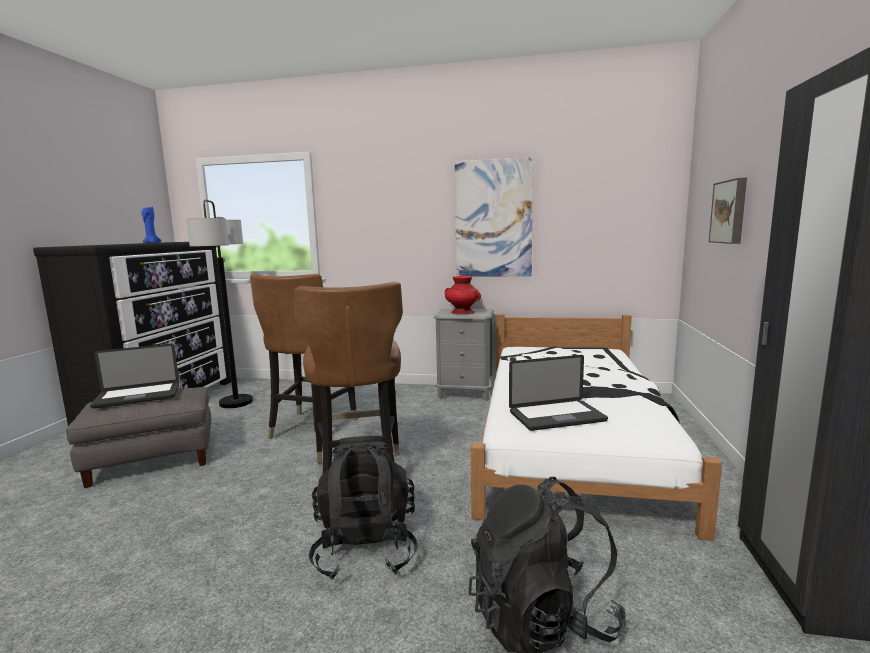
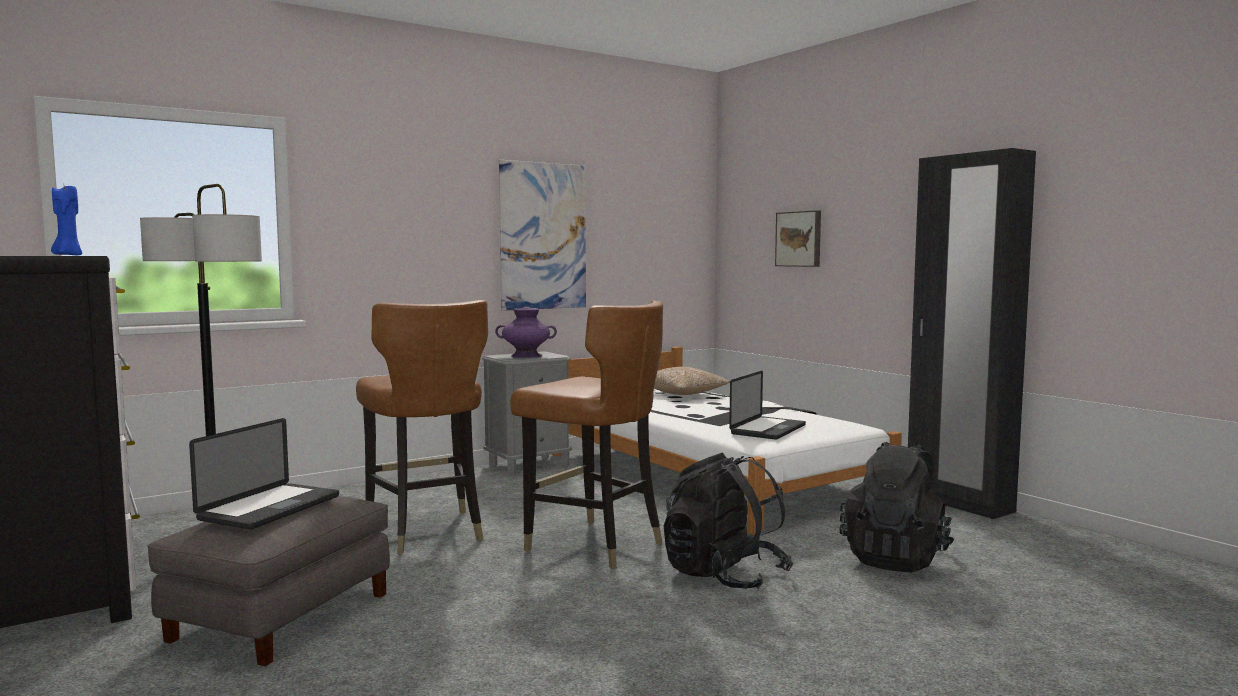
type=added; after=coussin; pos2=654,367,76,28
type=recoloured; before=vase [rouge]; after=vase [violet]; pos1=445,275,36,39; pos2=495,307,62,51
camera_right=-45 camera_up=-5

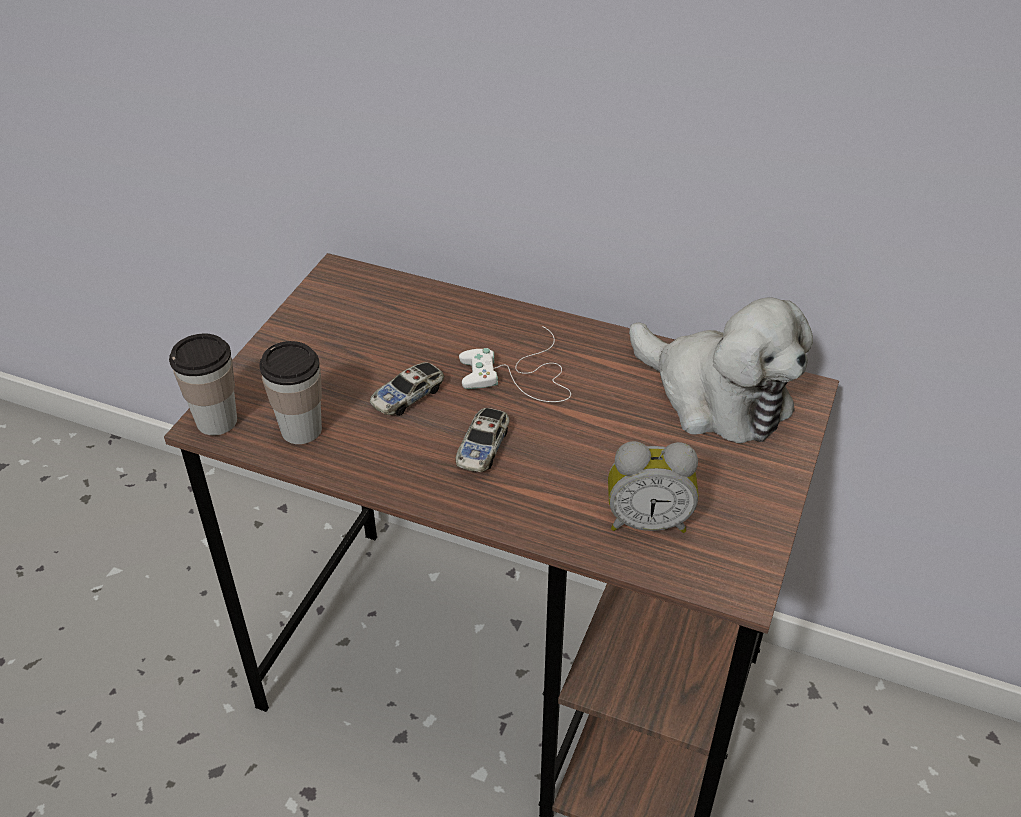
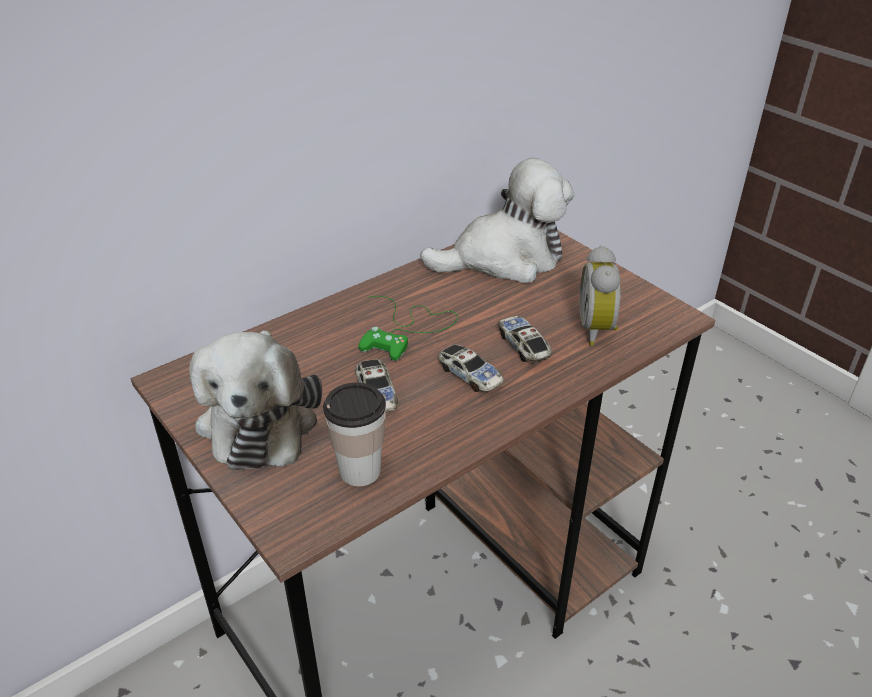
type=removed; before=tasse; pos1=169,334,68,101
type=added; after=peluche; pos2=189,330,133,140
type=added; after=petite voiture; pos2=498,316,54,47
type=recoloured; before=manette [blanc]; after=manette [vert]; pos1=459,326,112,76; pos2=358,296,100,65
type=turned; before=réveil; pos1=608,441,90,92; pos2=580,245,41,101; turn=150
camera_right=-60 camera_up=-5

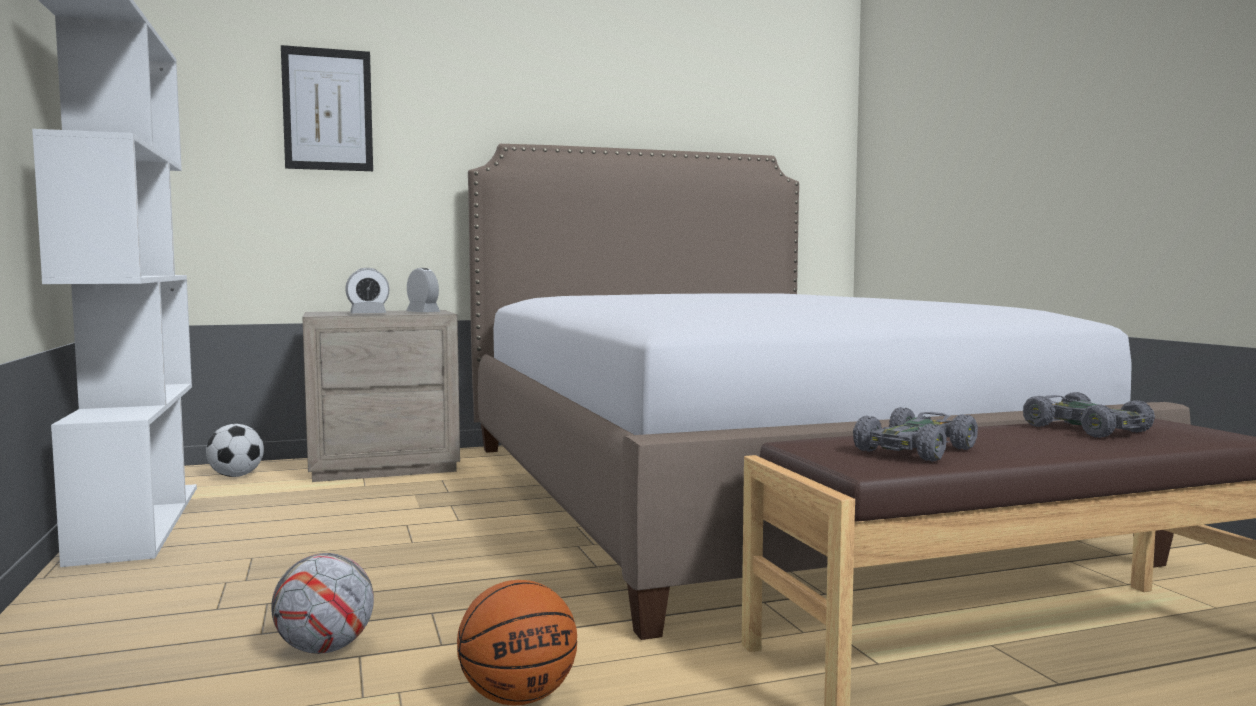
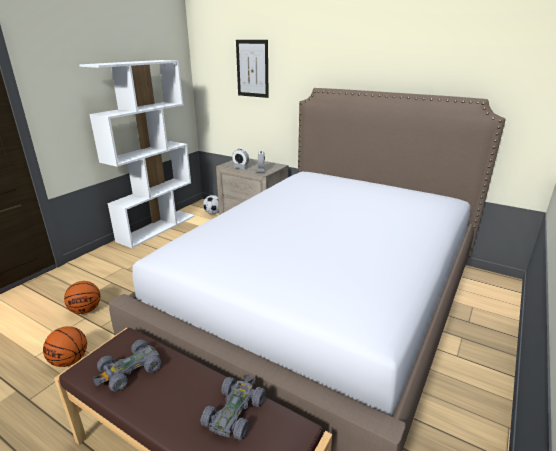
type=replaced; before=ballon de foot; after=ballon de basket; pos1=271,553,103,101; pos2=64,281,36,33
type=turned; before=petite voiture [gris]; pos1=853,407,125,55; pos2=93,340,68,52; turn=135
camera_right=50 camera_up=20

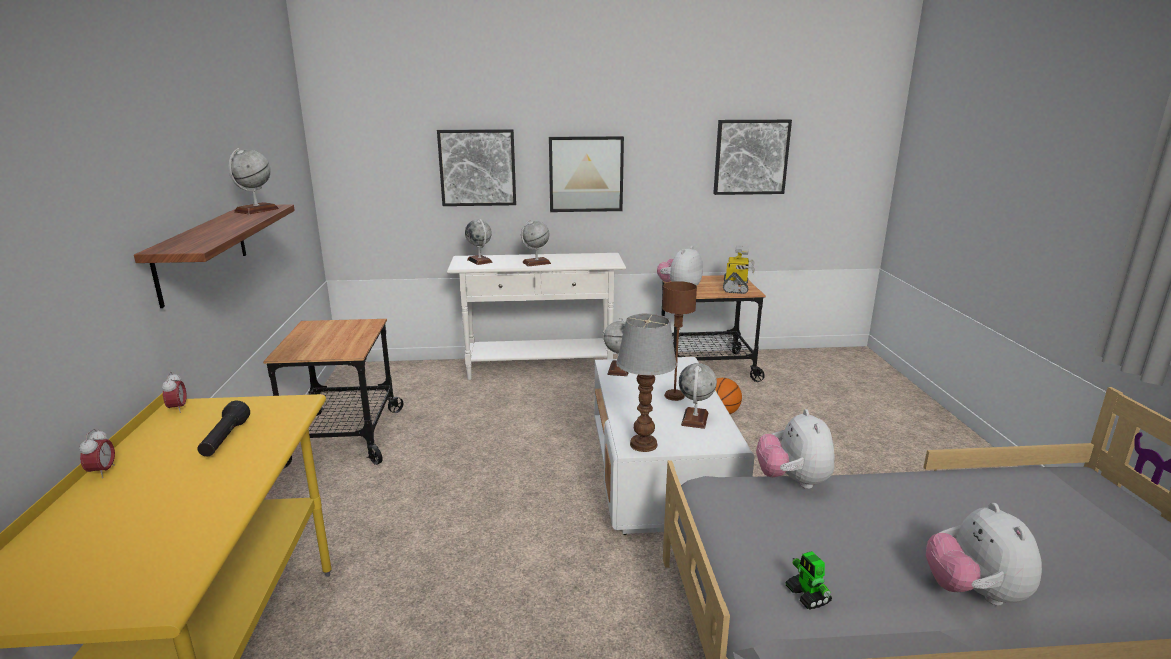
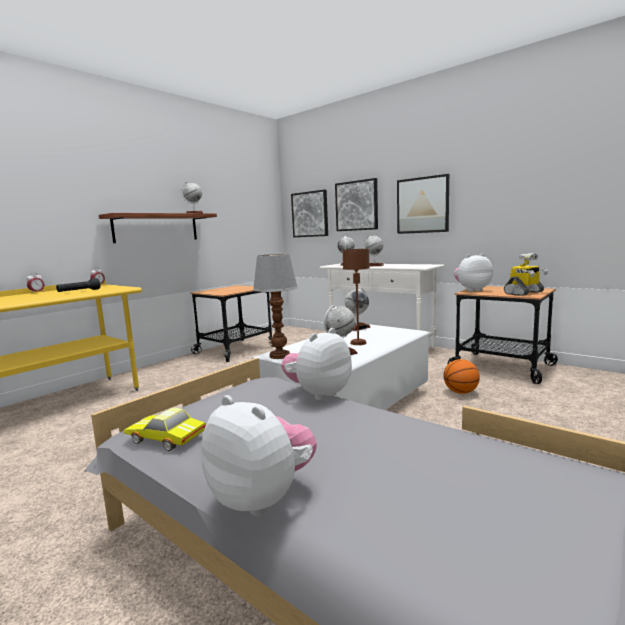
type=moved; before=tableau; pos1=713,120,79,75; pos2=291,190,37,47
type=replaced; before=robot jouet; after=petite voiture; pos1=785,551,47,58; pos2=123,407,83,44
type=turned; before=peluche; pos1=926,503,116,102; pos2=201,395,116,122; turn=90
camera_right=45 camera_up=-10

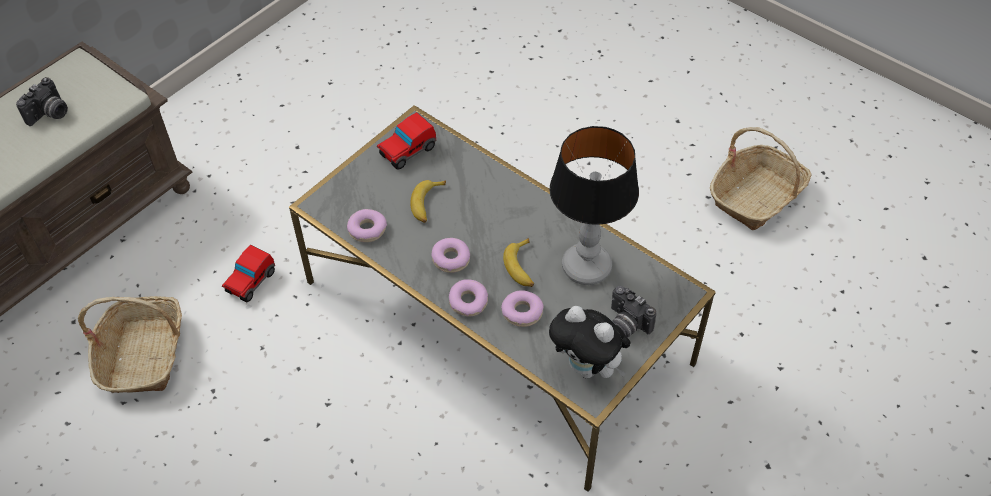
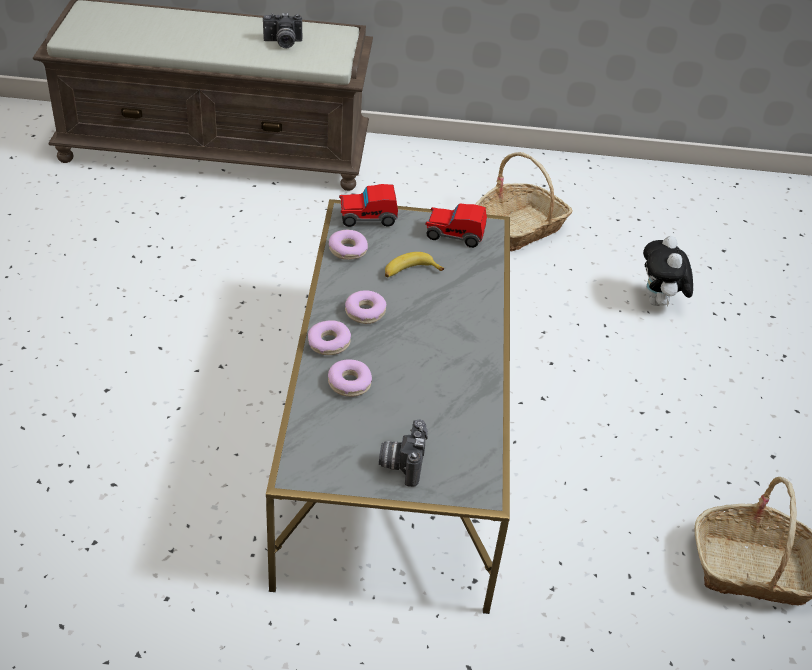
type=removed; before=banane; pos1=503,238,31,49
type=removed; before=lampe de table; pos1=550,126,89,159
type=moved; before=panier; pos1=78,296,104,97; pos2=475,152,98,100
type=moved; before=petite voiture; pos1=222,245,53,57; pos2=339,184,59,43
type=moved; before=peluche; pos1=549,306,82,72; pos2=643,236,50,71
camera_right=50 camera_up=-10

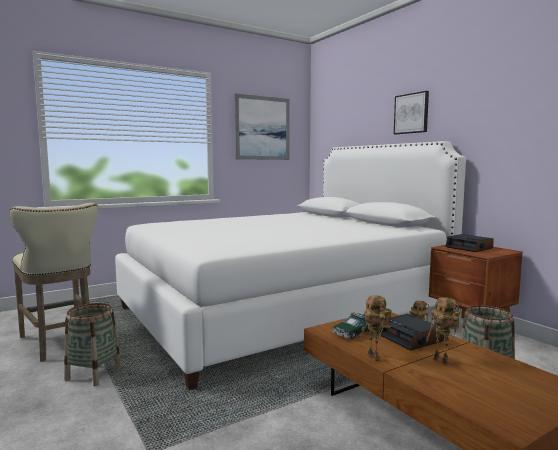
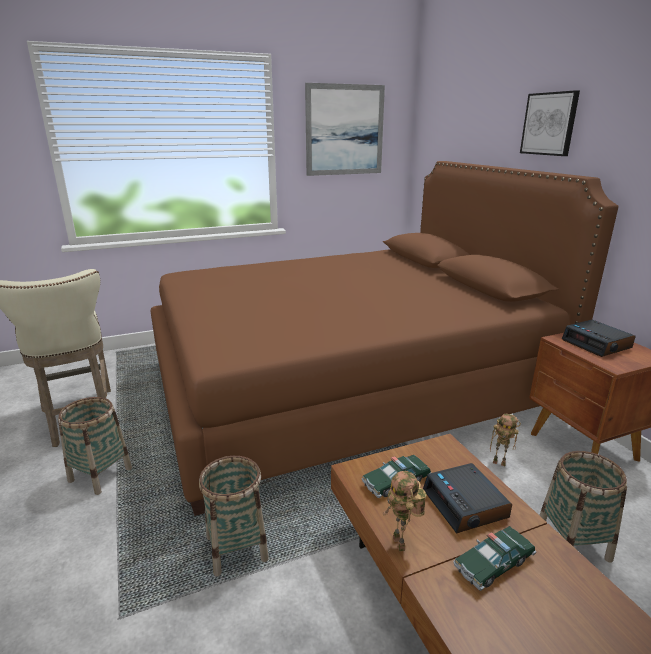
type=added; after=panier; pos2=199,456,70,120
type=replaced; before=robot jouet; after=petite voiture; pos1=426,297,34,67; pos2=453,526,83,65
type=recoloured; before=lit [blanc]; after=lit [marron]; pos1=115,141,351,249; pos2=150,161,468,355
camera_right=10 camera_up=15

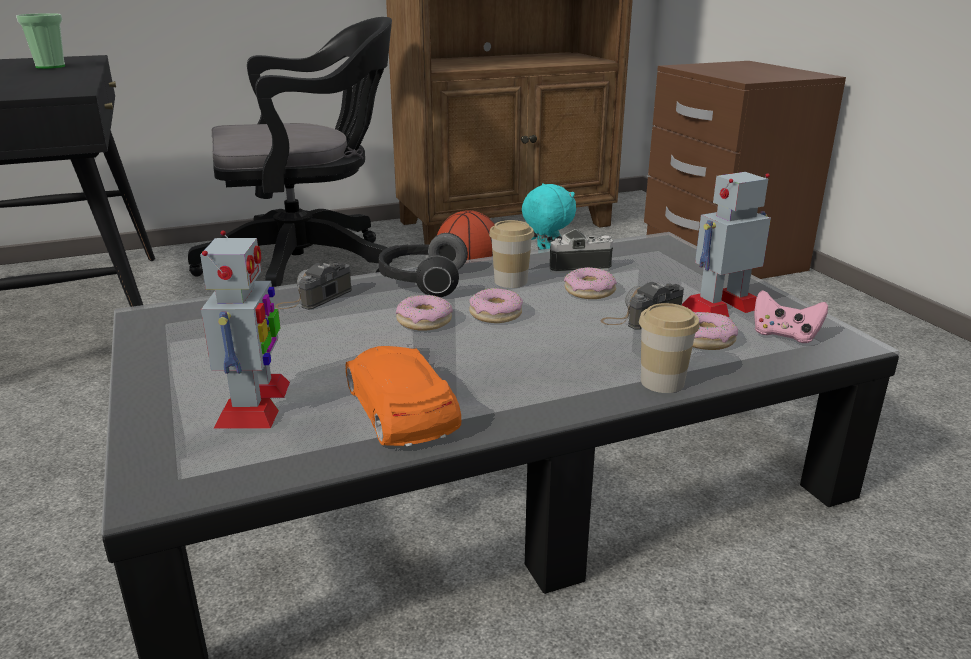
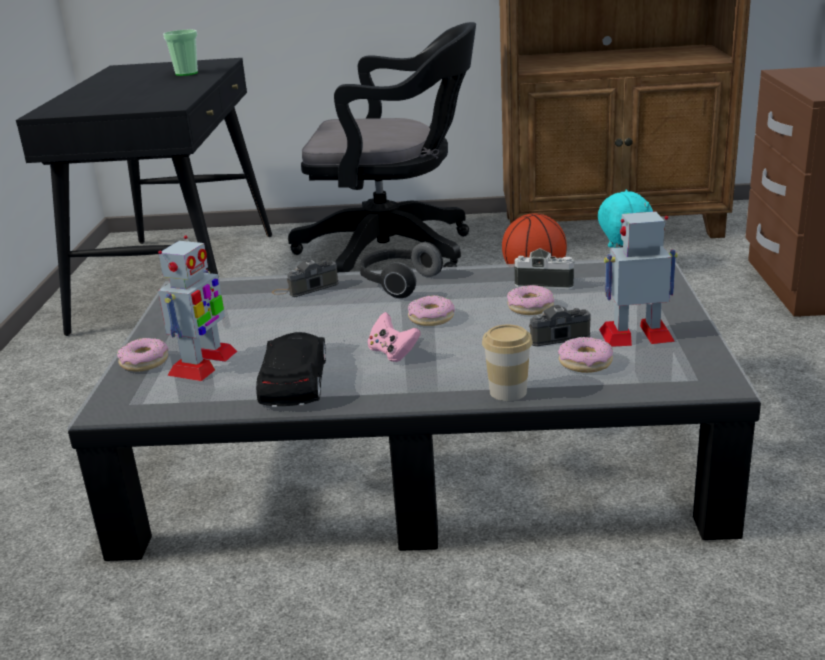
type=removed; before=tasse; pos1=489,220,45,68
type=moved; before=beignet; pos1=396,295,57,36; pos2=117,338,51,33
type=moved; before=manette [rose]; pos1=754,290,74,53; pos2=368,312,53,50
type=recoloured; before=petite voiture [orange]; after=petite voiture [noir]; pos1=346,346,115,100; pos2=256,332,70,75
camera_right=25 camera_up=0

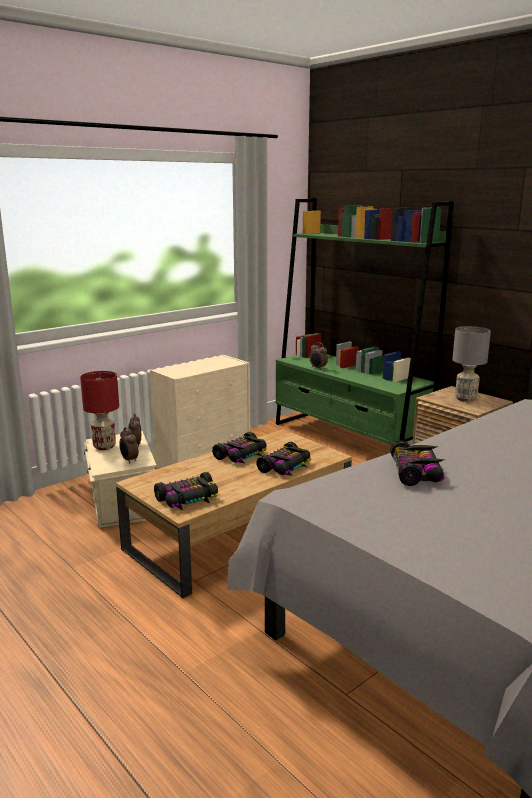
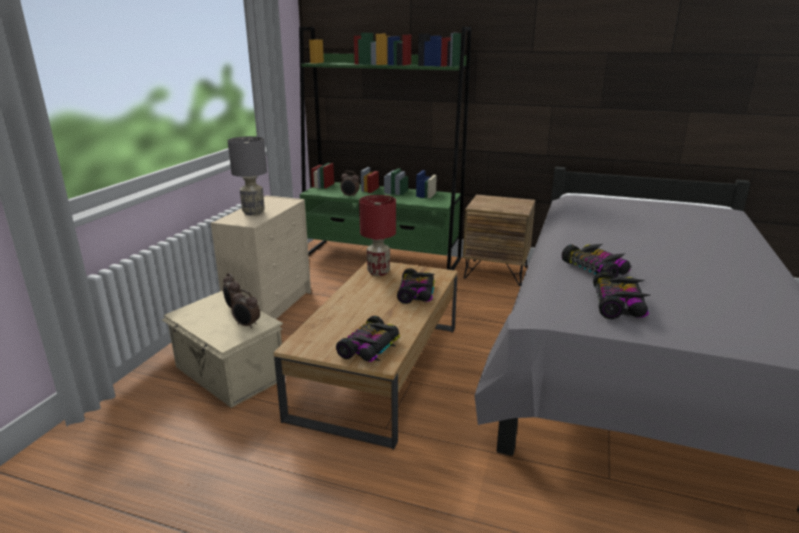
type=moved; before=lampe de table [rouge]; pos1=80,371,39,79; pos2=359,195,37,81
type=moved; before=petite voiture; pos1=212,432,55,31; pos2=593,271,57,48
type=moved; before=lampe de table [gris]; pos1=452,326,39,76; pos2=228,136,39,79
camera_right=-30 camera_up=5

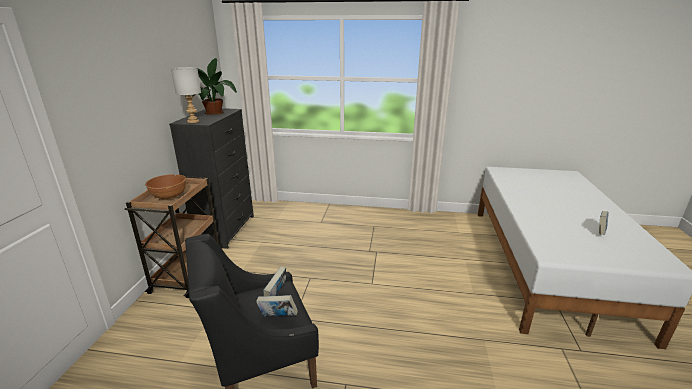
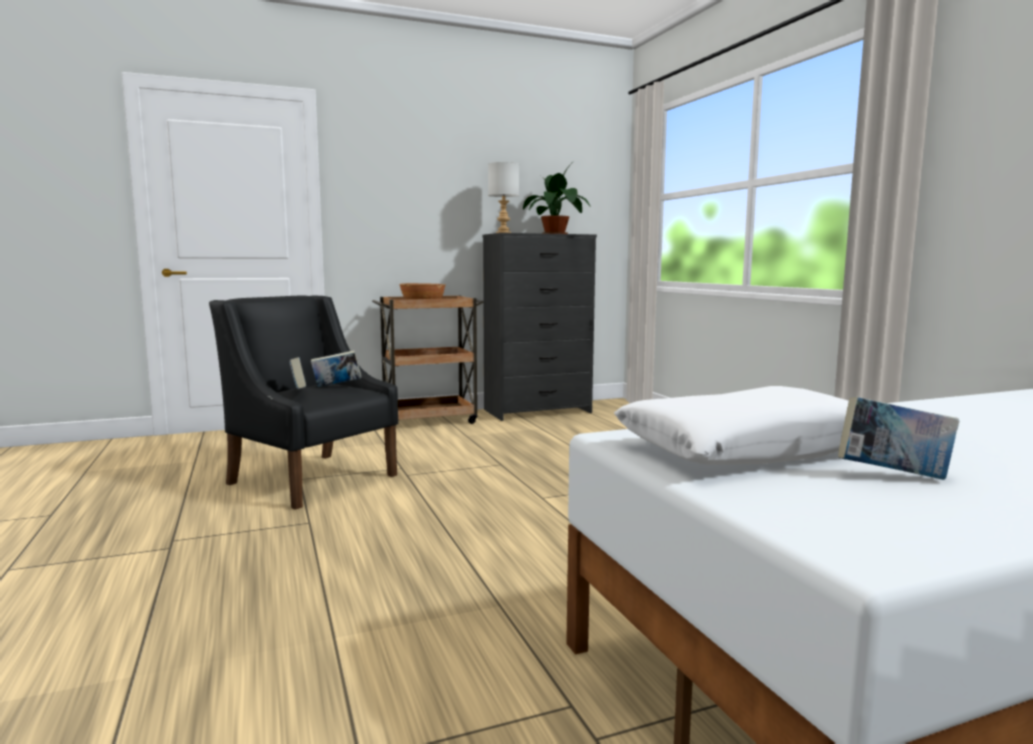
type=added; after=coussin [blanc]; pos2=614,386,235,79
camera_right=60 camera_up=-15

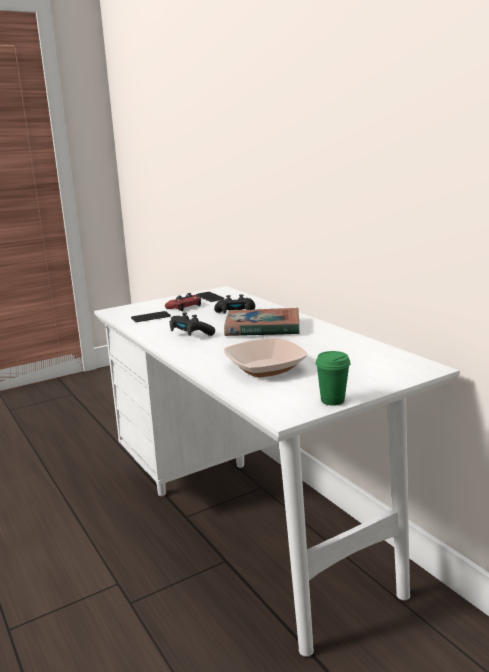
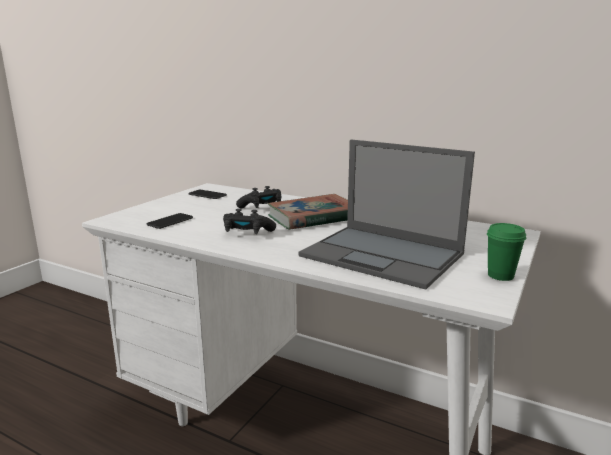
type=removed; before=manette [rouge]; pos1=165,293,36,18
type=replaced; before=bol; after=ordinateur portable; pos1=224,338,84,39; pos2=298,139,177,151
camera_right=-30 camera_up=0

